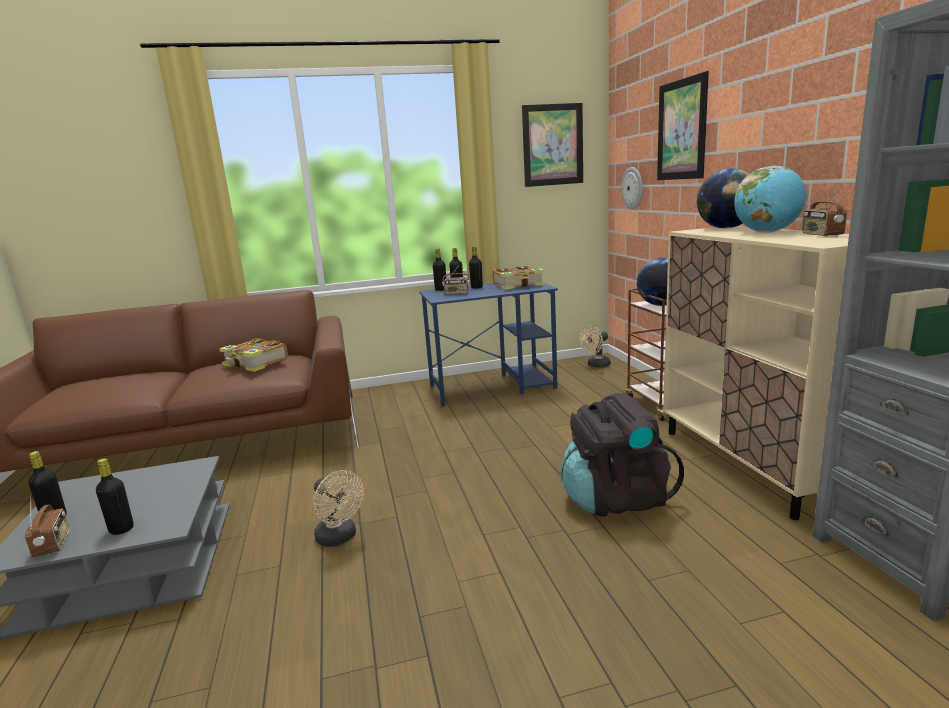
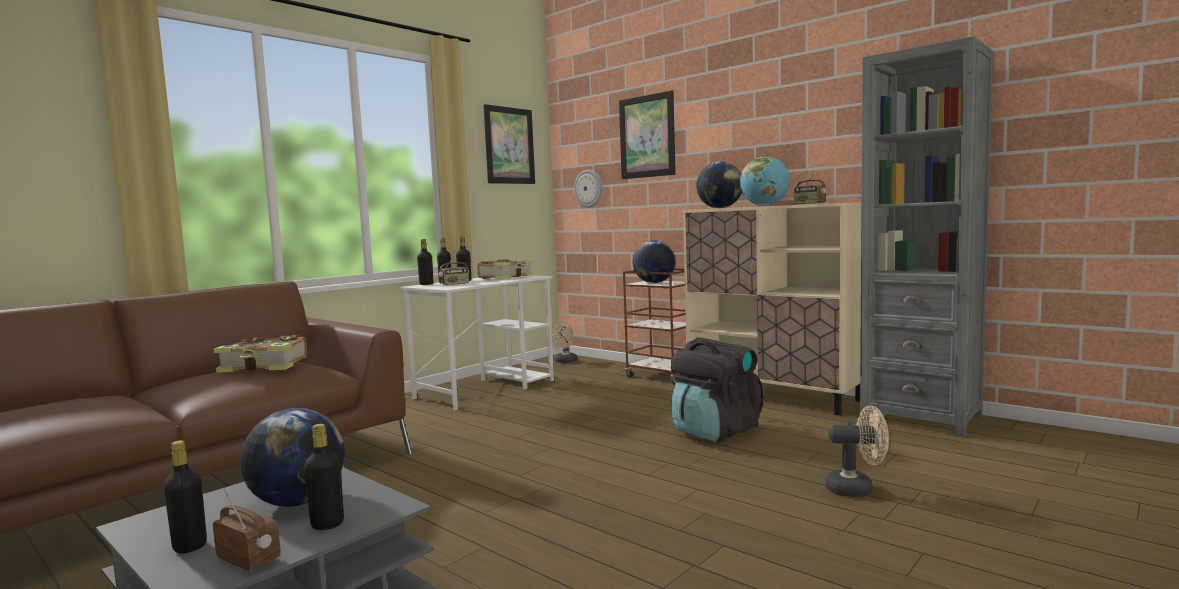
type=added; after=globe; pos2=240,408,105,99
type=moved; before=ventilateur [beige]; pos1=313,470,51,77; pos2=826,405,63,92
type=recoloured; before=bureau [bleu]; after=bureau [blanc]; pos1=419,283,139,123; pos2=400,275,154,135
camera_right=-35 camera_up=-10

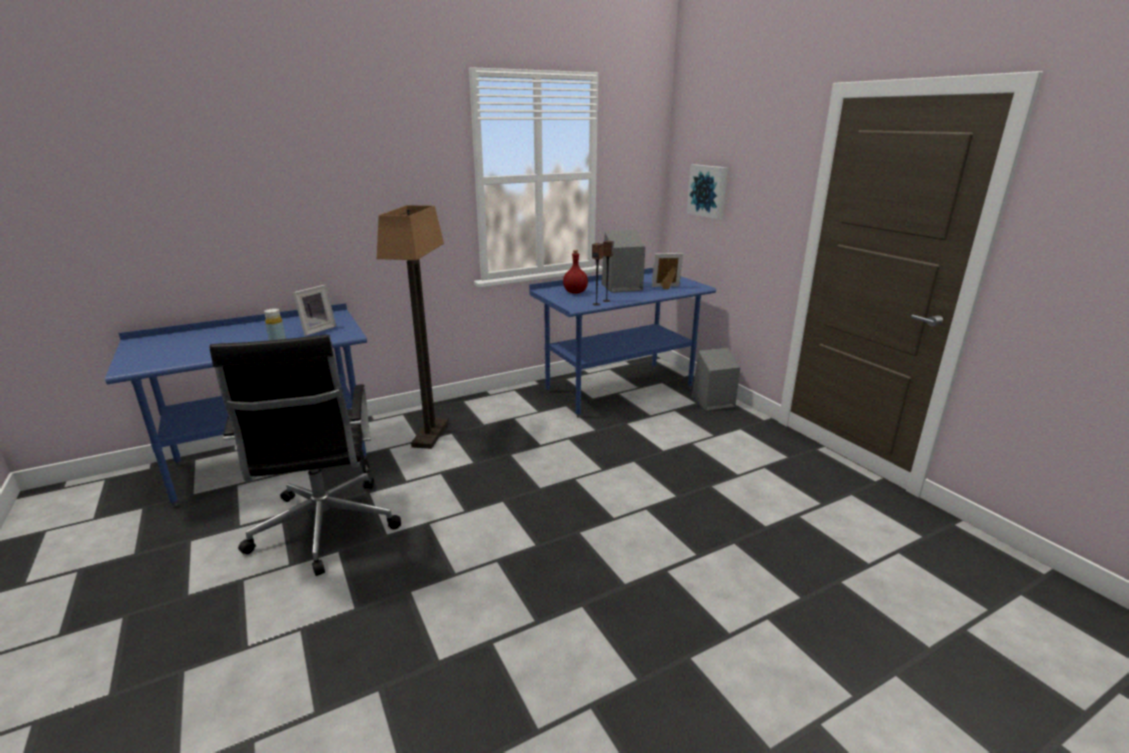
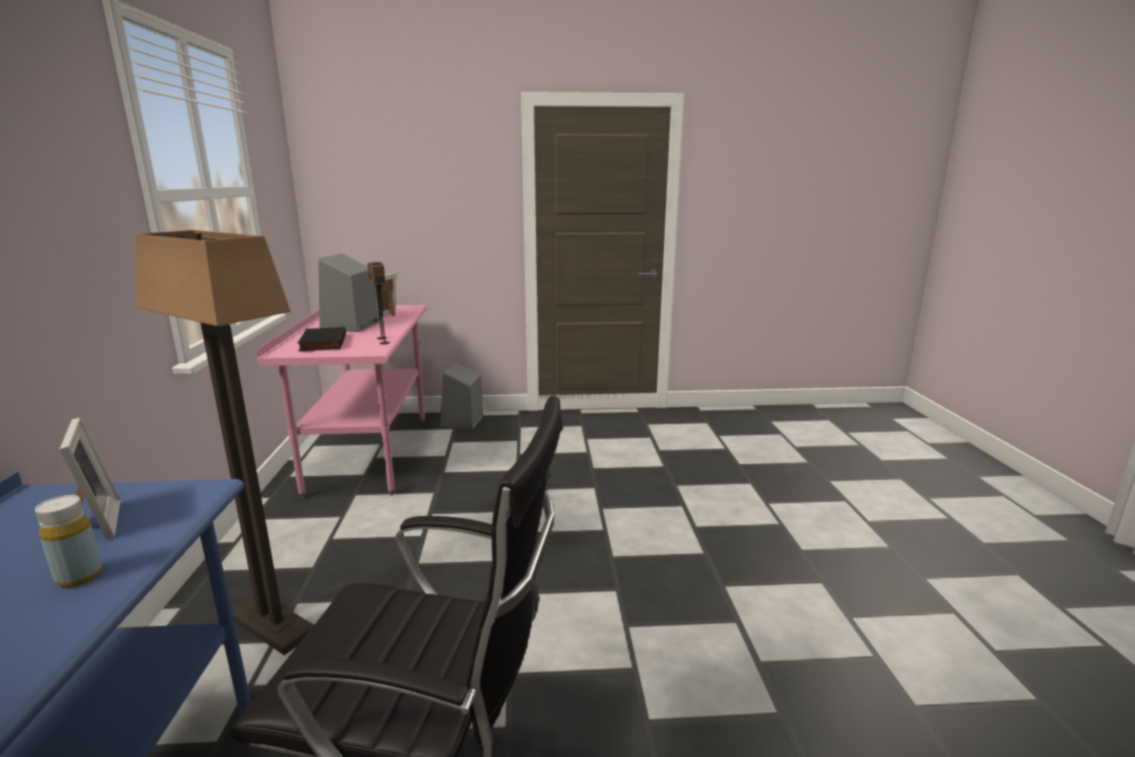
type=removed; before=tableau; pos1=687,164,41,56
type=replaced; before=bouteille [rouge]; after=livre [noir]; pos1=563,250,25,44; pos2=298,326,48,25
type=recoloured; before=bureau [bleu]; after=bureau [rose]; pos1=529,268,187,150; pos2=256,305,171,193
camera_right=-65 camera_up=-5

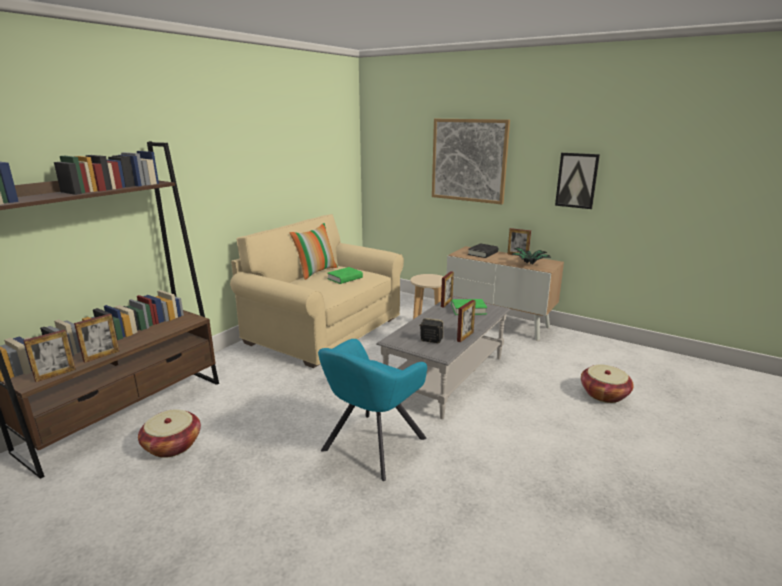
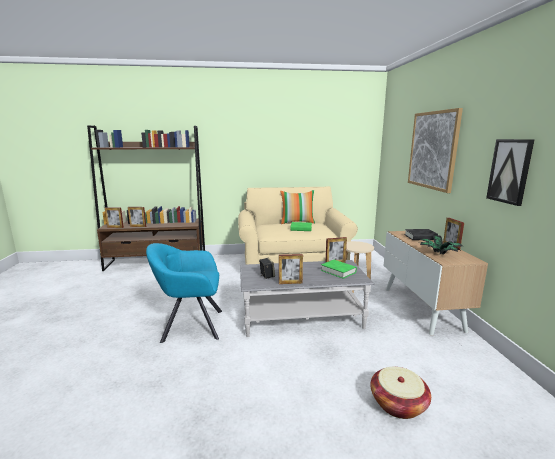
type=removed; before=panier; pos1=138,409,63,49
camera_right=50 camera_up=-5

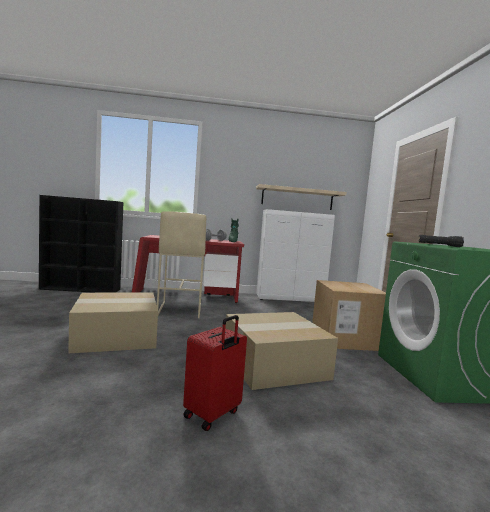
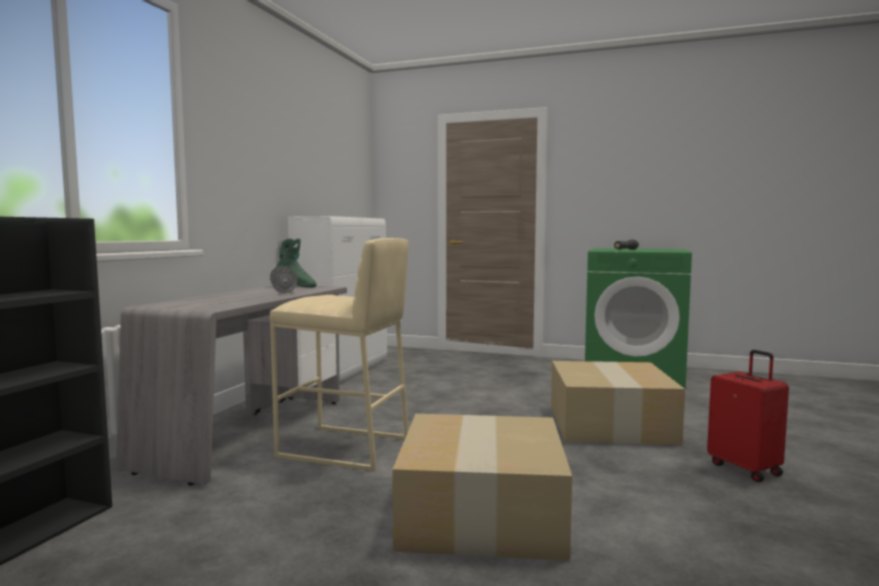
type=removed; before=étagère [beige]; pos1=256,184,91,26
type=removed; before=carton; pos1=312,280,74,71
type=recoloured; before=bureau [rouge]; after=bureau [gris]; pos1=132,235,112,68; pos2=116,285,231,200
camera_right=-65 camera_up=0

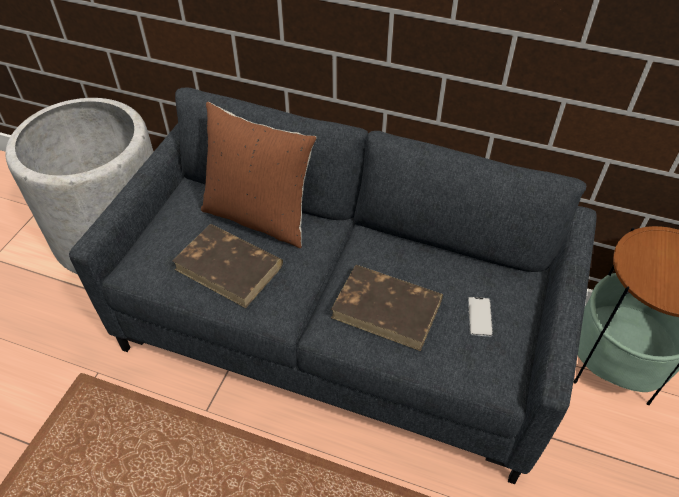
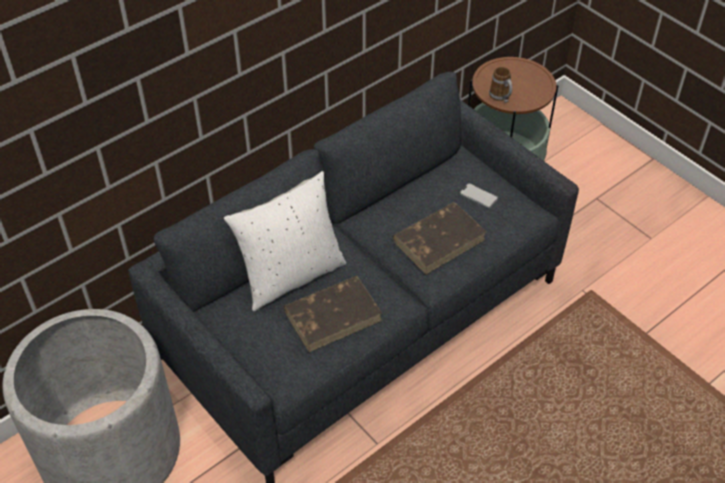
type=added; after=mug; pos2=489,67,24,36
type=recoloured; before=coussin [marron]; after=coussin [blanc]; pos1=201,102,116,146; pos2=224,171,122,140
camera_right=-60 camera_up=0

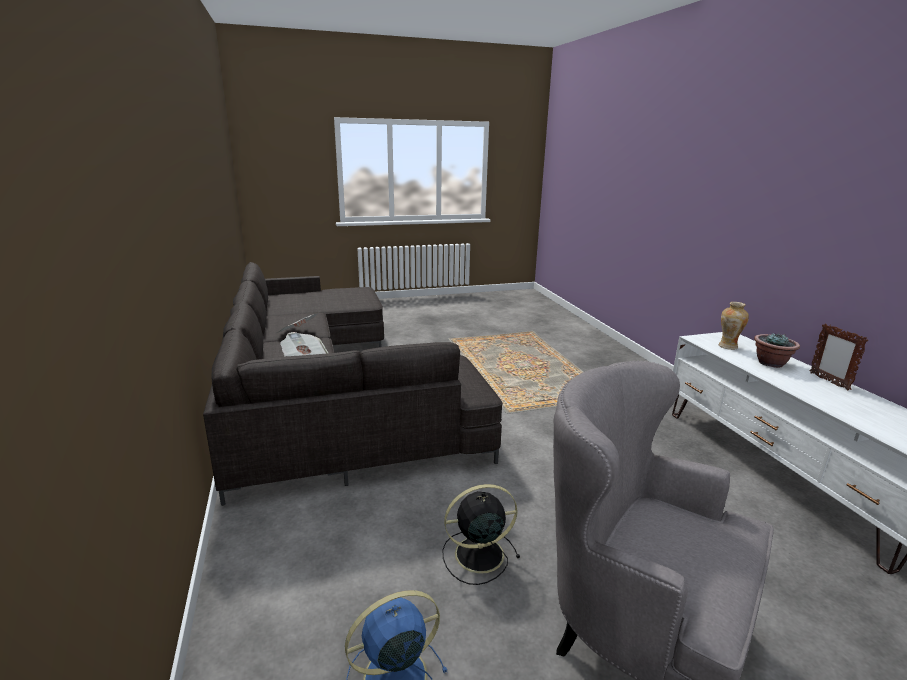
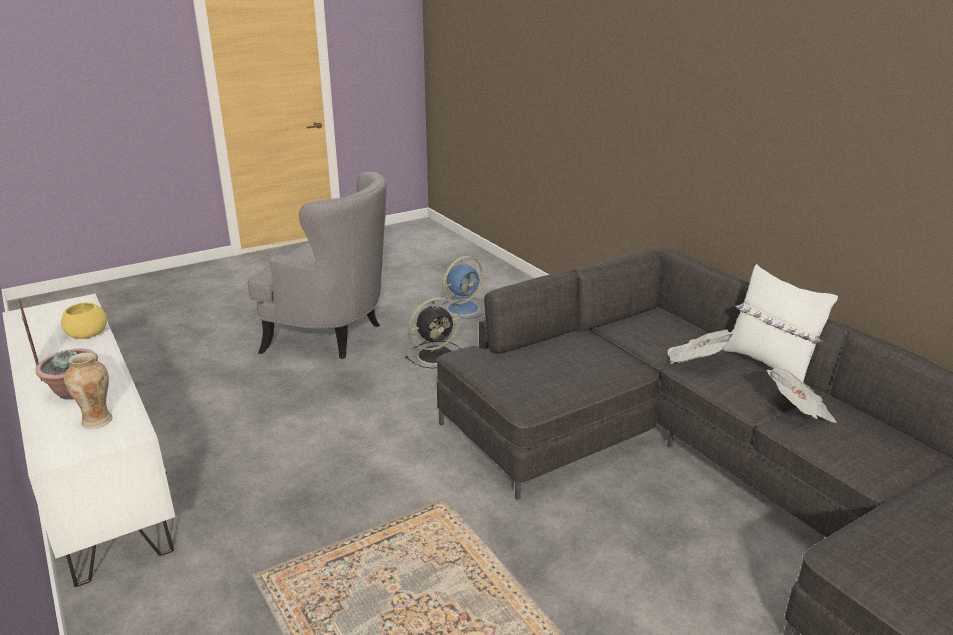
type=added; after=bol [jaune]; pos2=61,302,46,37
type=added; after=coussin [blanc]; pos2=722,264,116,118
camera_right=165 camera_up=5

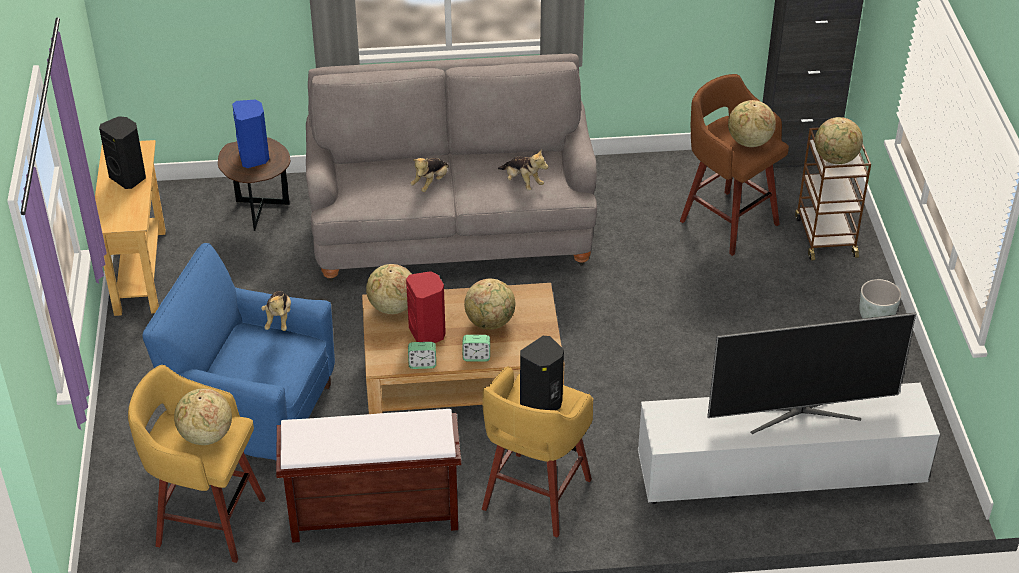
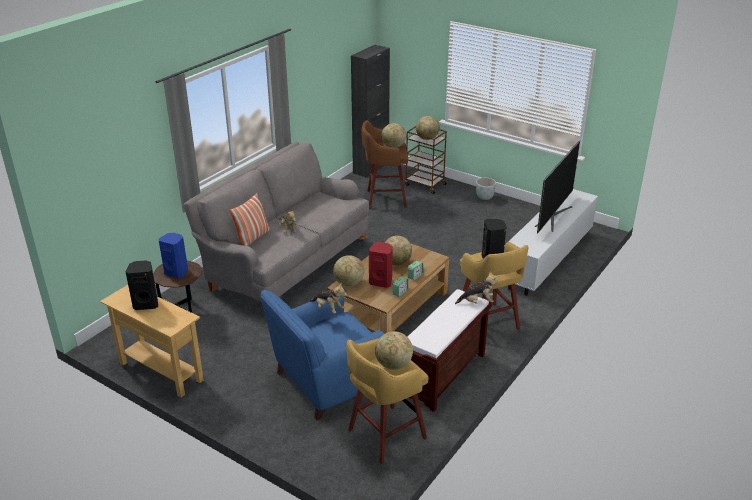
type=added; after=coussin; pos2=229,193,42,53
type=moved; before=peluche; pos1=498,149,51,42; pos2=455,271,43,33
camera_right=-50 camera_up=-10

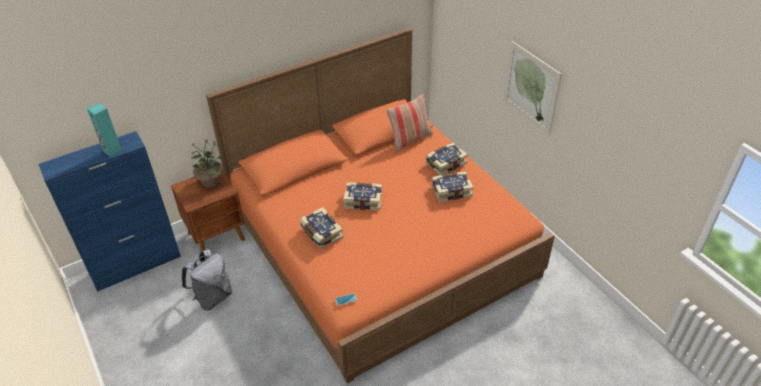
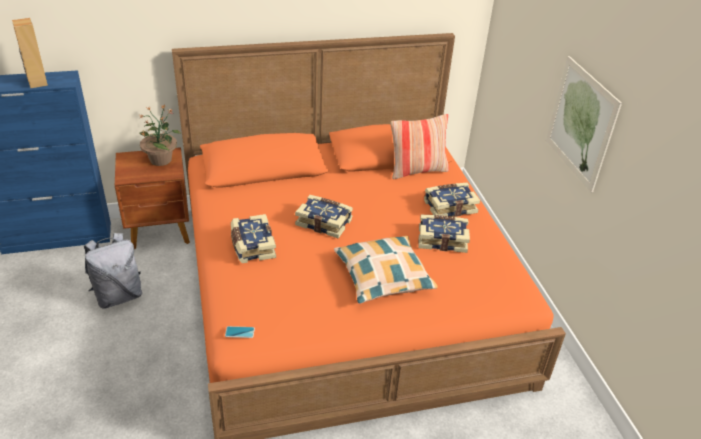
type=added; after=coussin; pos2=334,236,103,68
type=recoloured; before=enceinte [turquoise]; after=enceinte [marron]; pos1=87,103,35,54; pos2=12,18,36,70
camera_right=15 camera_up=-5

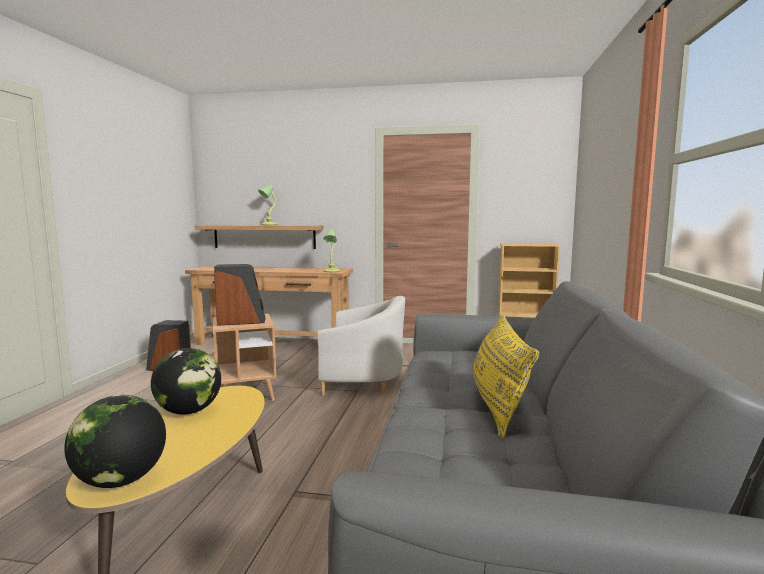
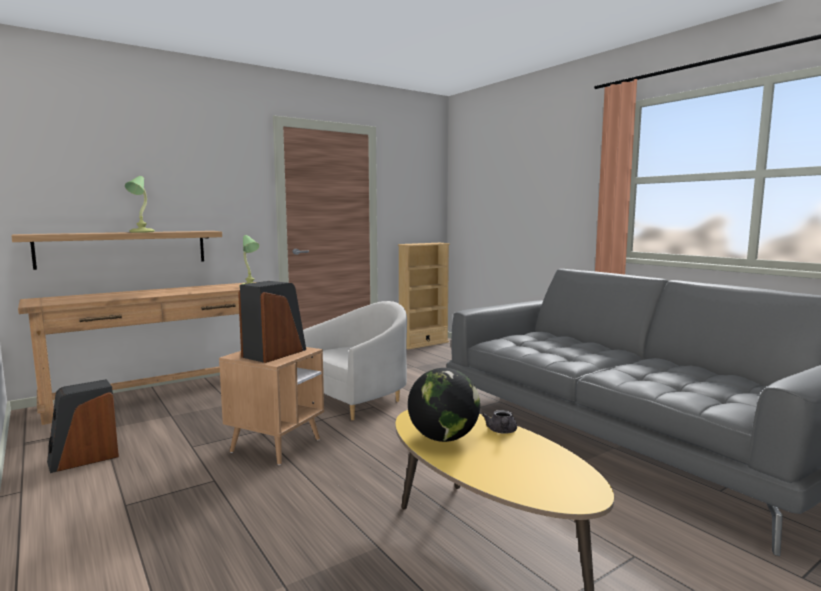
type=removed; before=globe; pos1=64,395,102,93
type=removed; before=coussin [jaune]; pos1=473,314,66,124
type=added; after=théière [gris]; pos2=482,410,35,24
camera_right=-45 camera_up=0

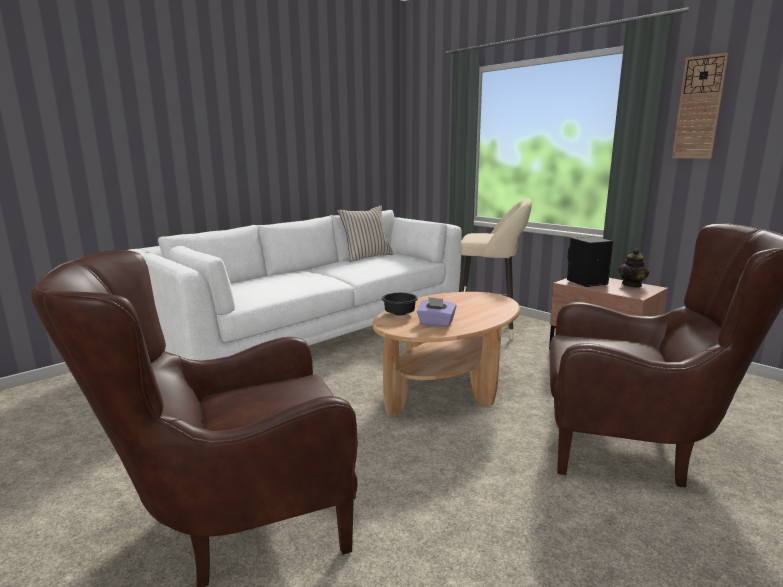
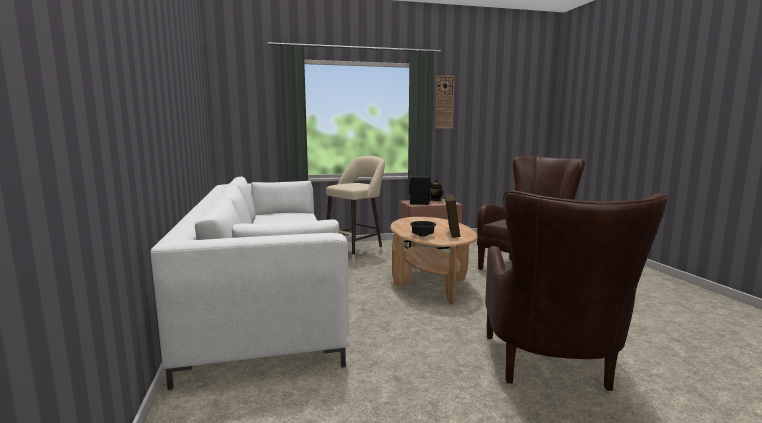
type=removed; before=coussin [beige]; pos1=337,205,56,57
type=replaced; before=boîte à mouchoirs [violet]; after=cadre photo; pos1=417,297,40,30; pos2=445,194,15,44
camera_right=-60 camera_up=-5

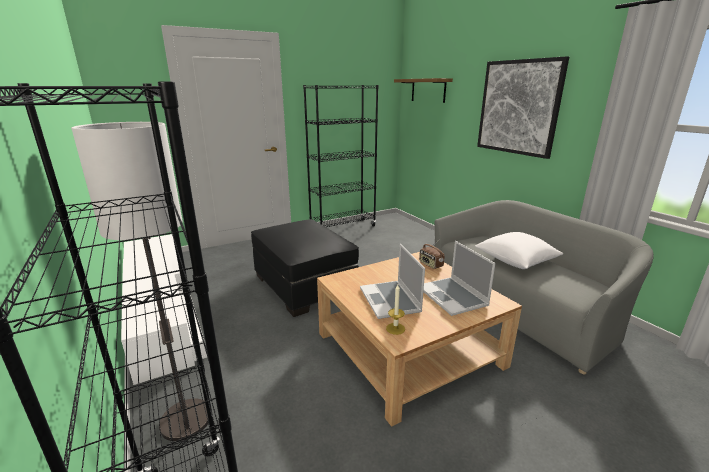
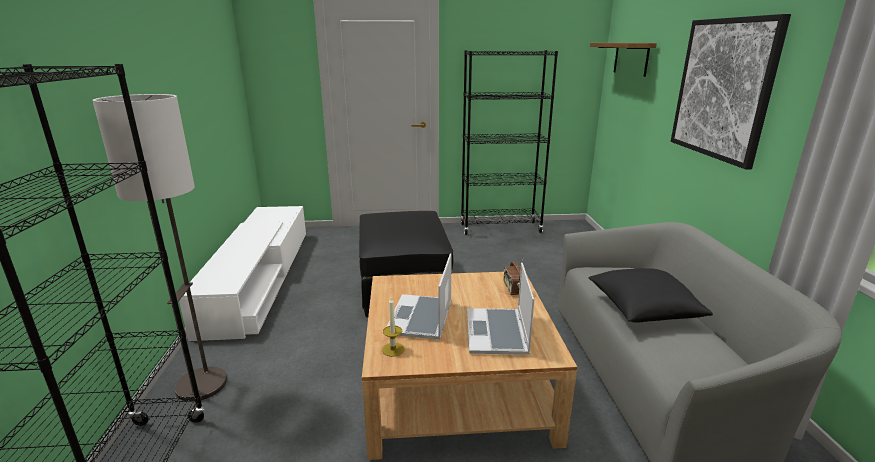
type=recoloured; before=coussin [blanc]; after=coussin [noir]; pos1=475,232,88,37; pos2=588,268,125,54
camera_right=25 camera_up=0

